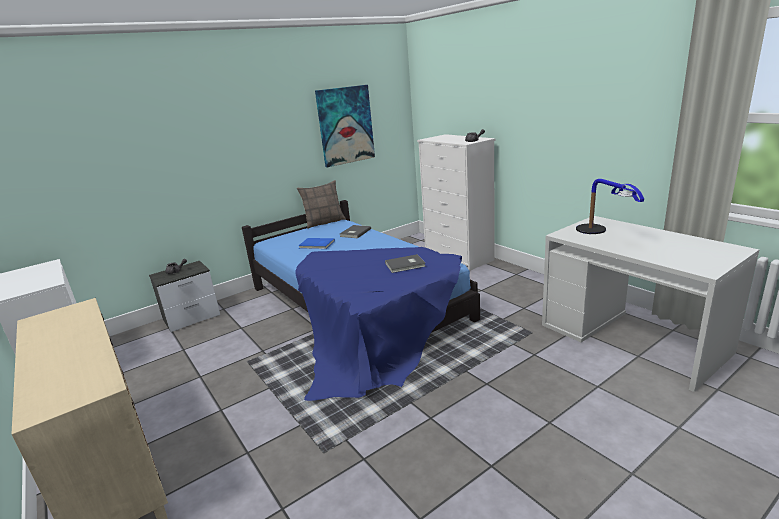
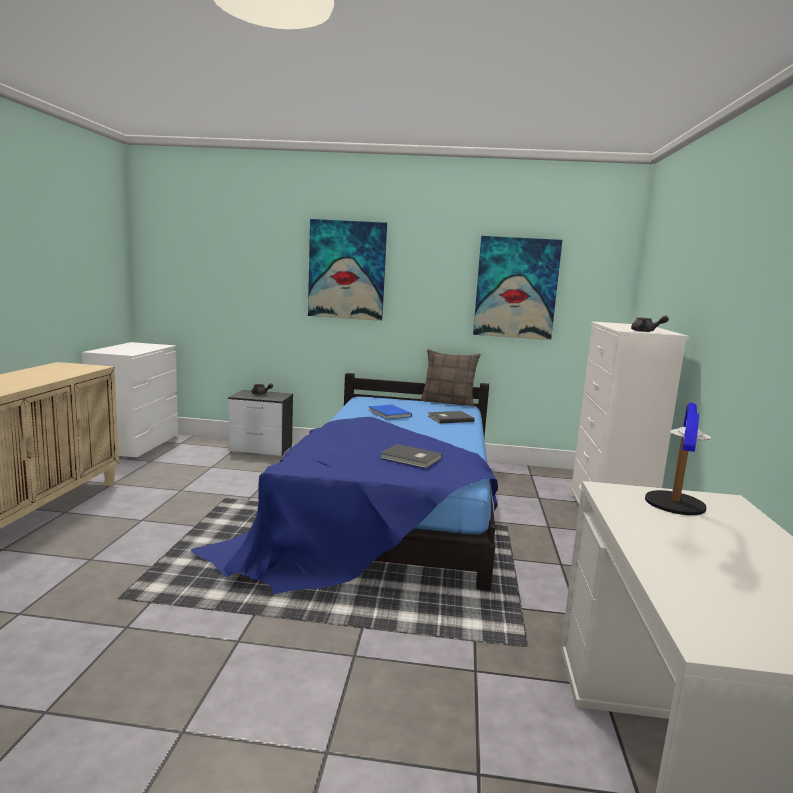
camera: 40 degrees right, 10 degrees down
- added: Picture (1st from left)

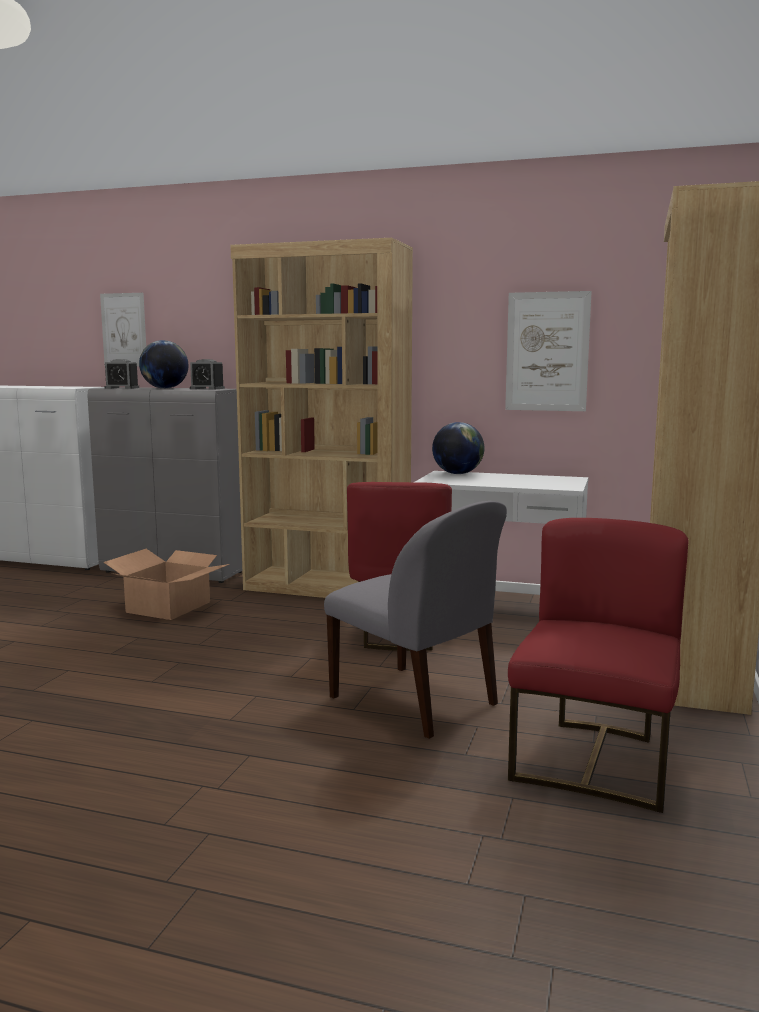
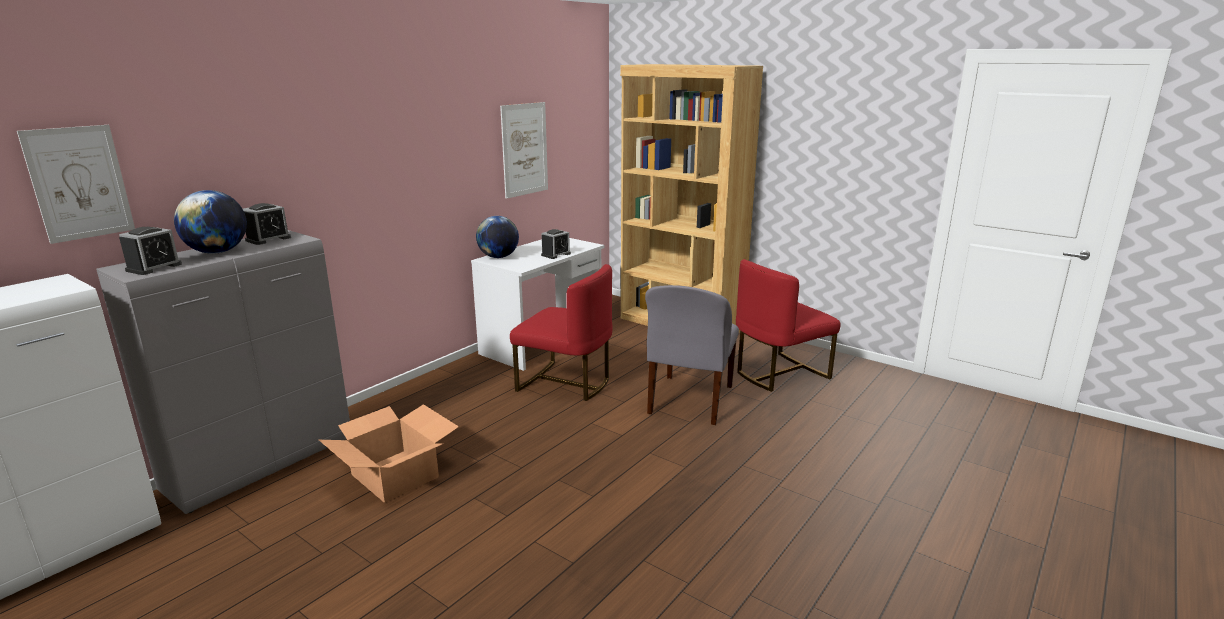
camera: 70 degrees left, 10 degrees up
- added: AlarmClock (3rd from left)
- turned: GrayPlainChair 135 degrees clockwise
- turned: RedColouredPlainChair (2nd from left) 75 degrees counterclockwise
- removed: BrownishBookcase (1st from left)

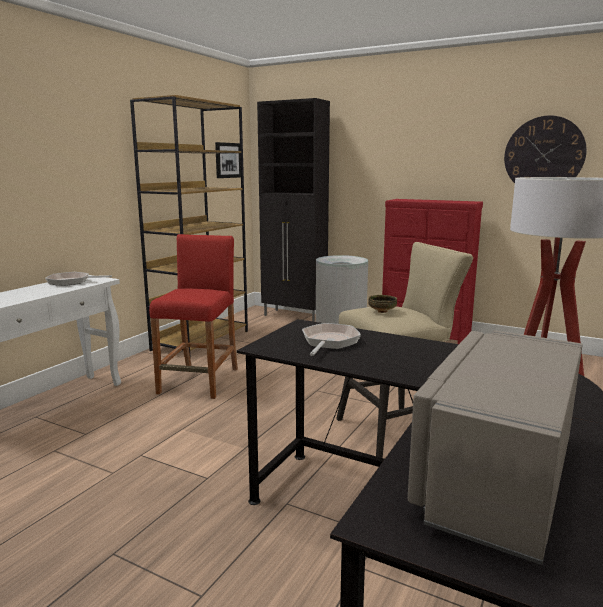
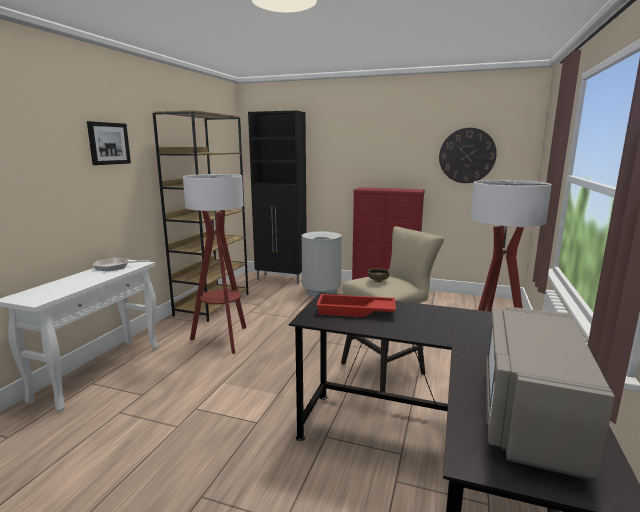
camera: 10 degrees left, 0 degrees up
- moved: Picture
- replaced: RedColouredStoolSeat to StandardLamp (1st from left)
- replaced: Pan (2nd from left) to RedColouredTray

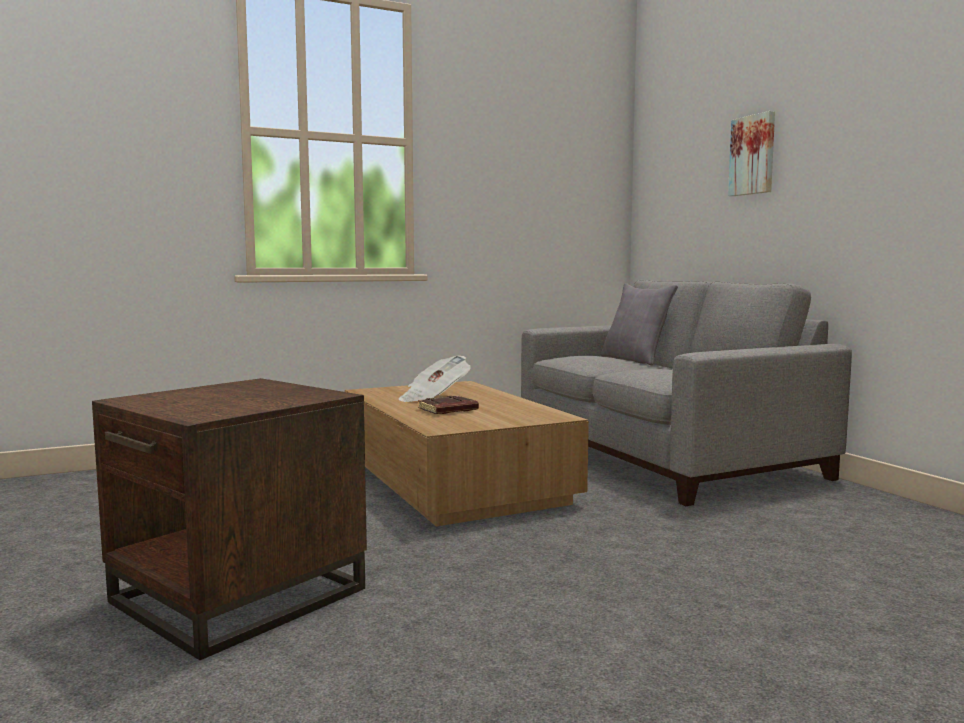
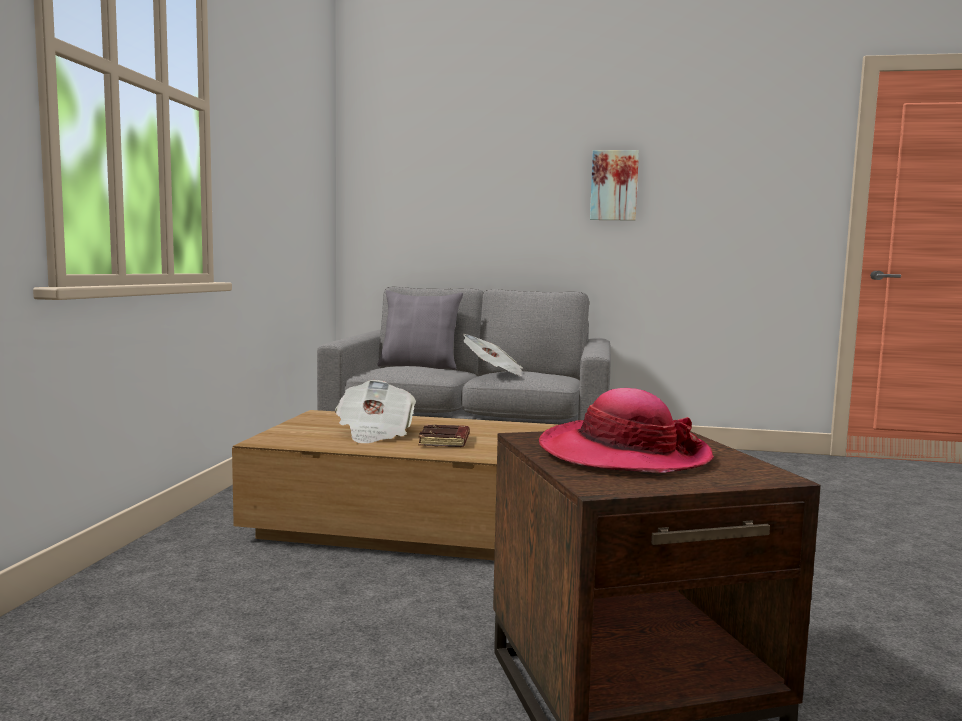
camera: 55 degrees left, 0 degrees up
- added: DailyPaper (2nd from left)
- added: WearableHat
- moved: Picture

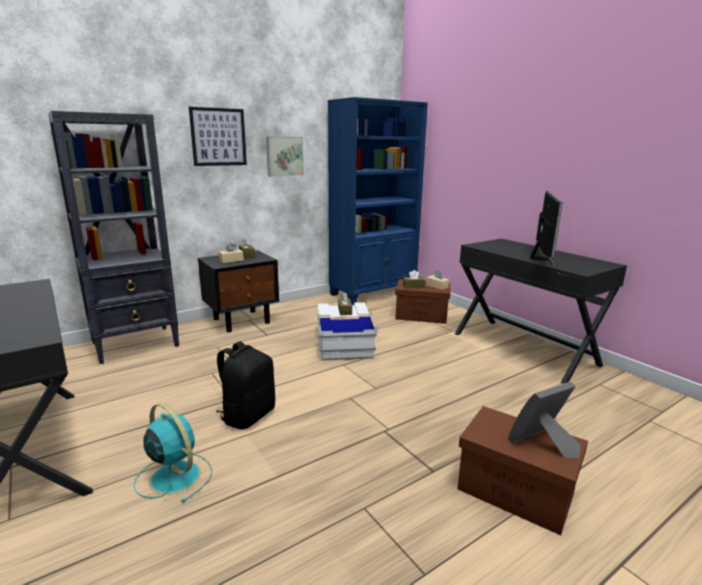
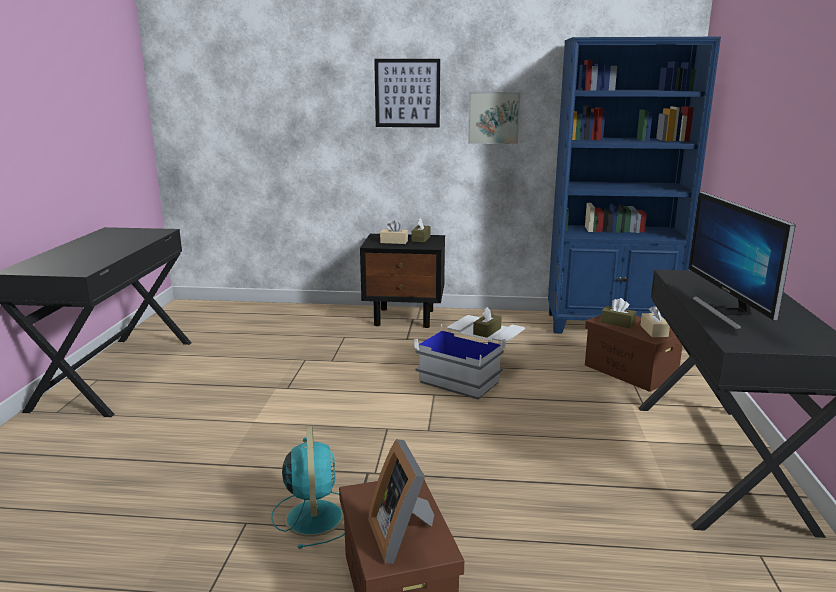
camera: 40 degrees right, 0 degrees up
- moved: TurquoiseColouredCoolingFan
- turned: StandingFrame 120 degrees counterclockwise
- turned: Monitor 120 degrees clockwise
- removed: BlackColouredBookcase
- removed: BlackColouredKnapsack

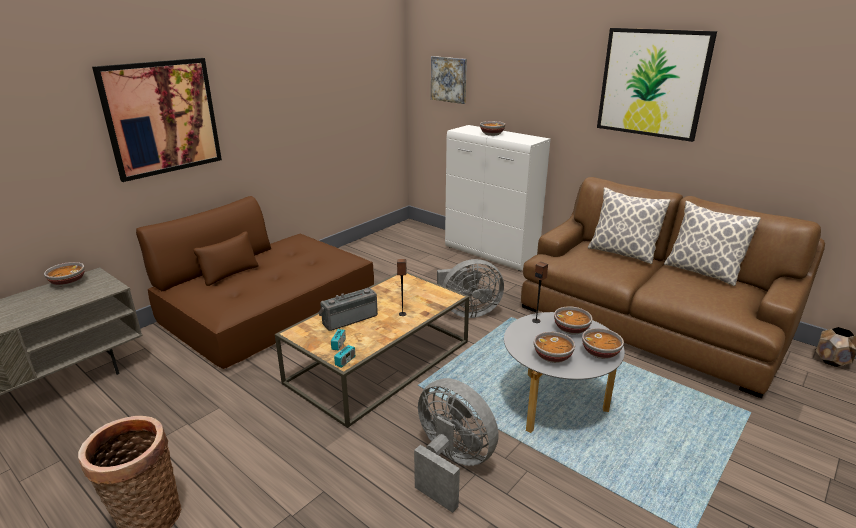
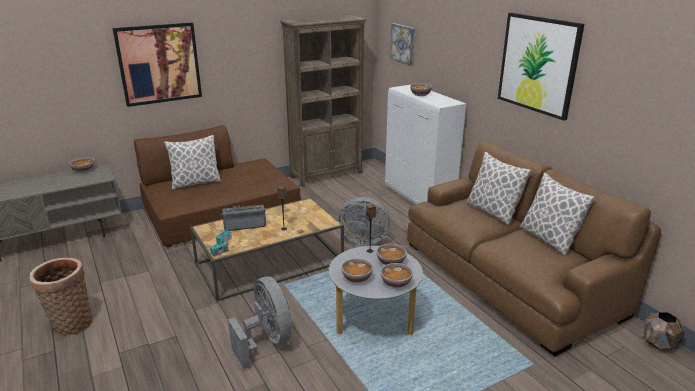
camera: 20 degrees right, 0 degrees up
- added: Pillow (1st from left)
- added: BrownishBookcase

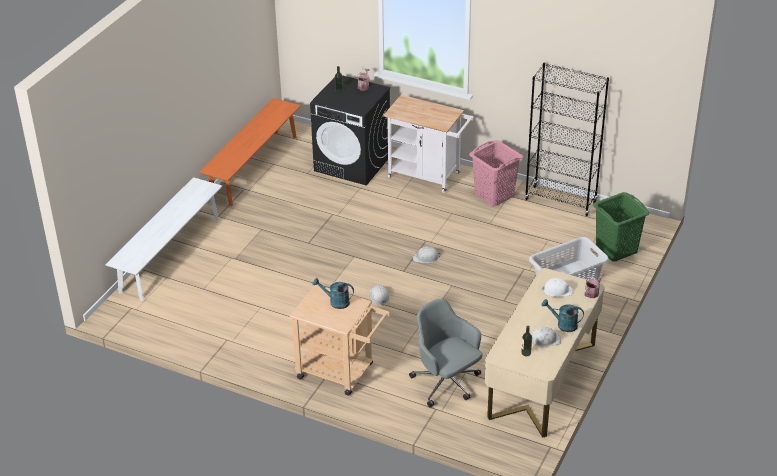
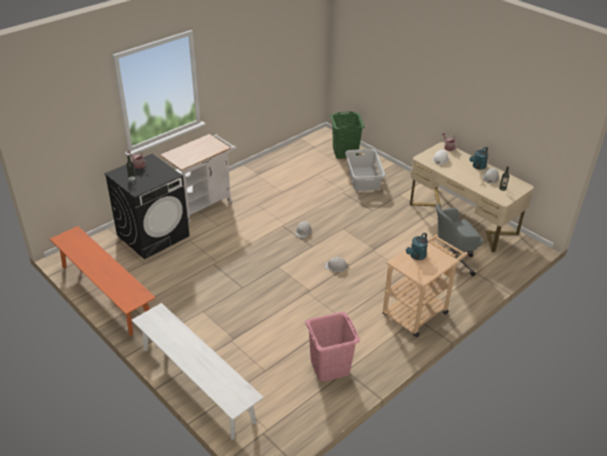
camera: 70 degrees left, 0 degrees up
- moved: PinkishWashingBasket
- removed: BlackColouredBookcase

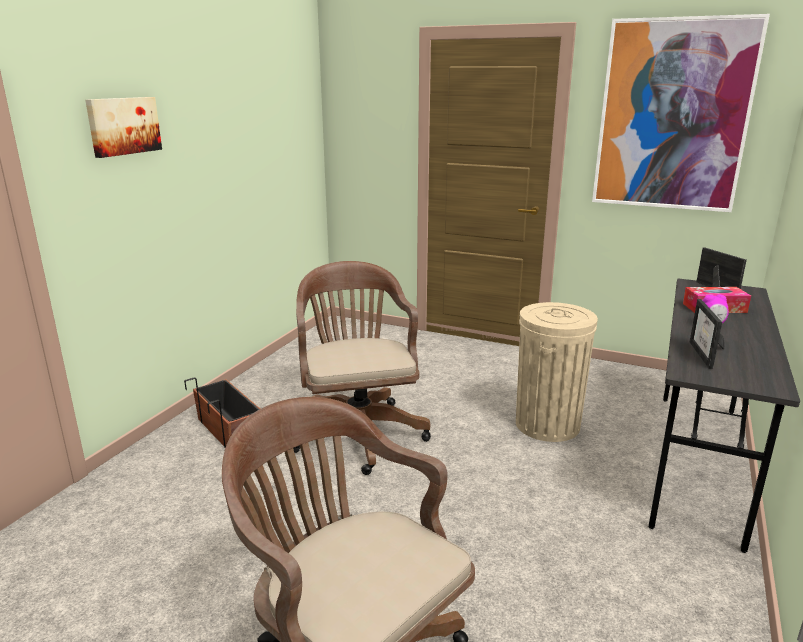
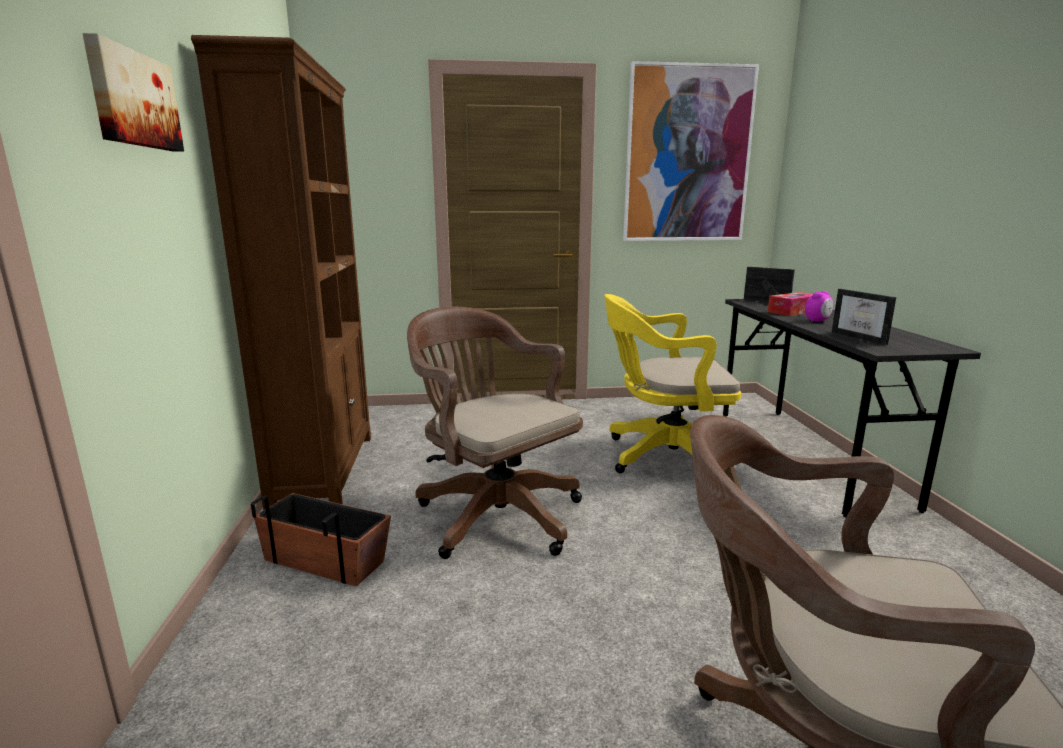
camera: 30 degrees left, 5 degrees down
- added: BrownishBookcase
- replaced: BeigeRubbishBin to YellowishComputerChair

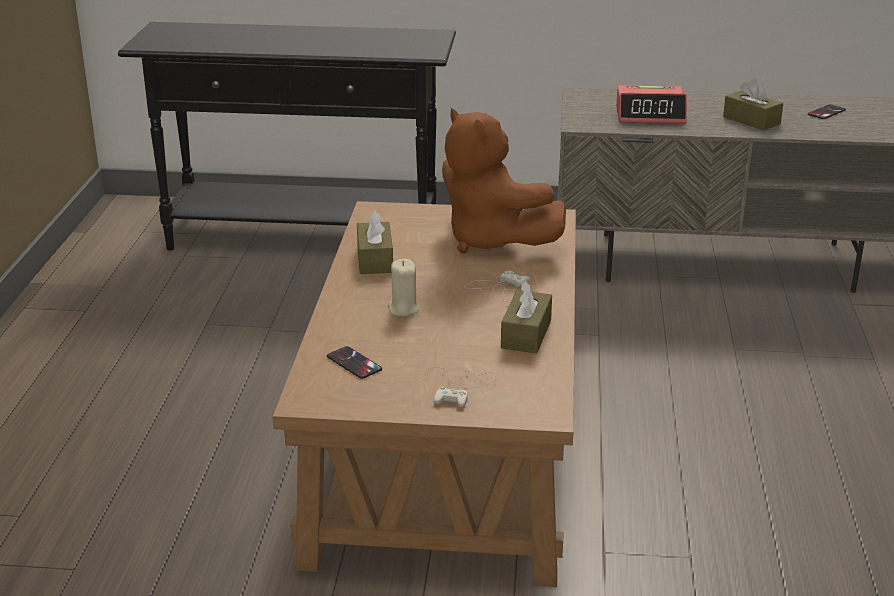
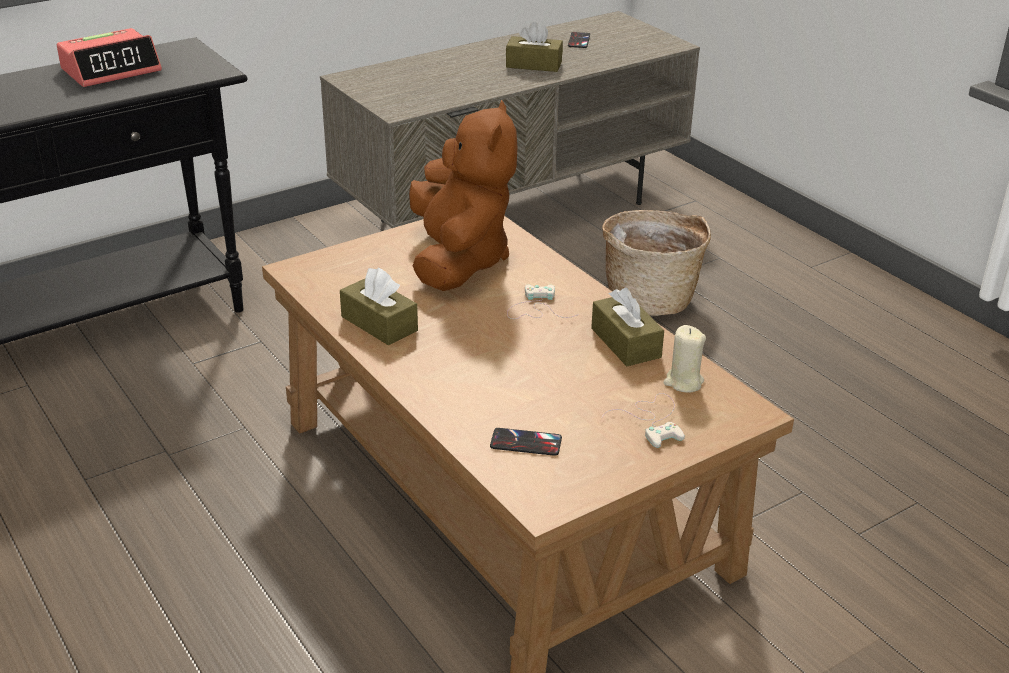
camera: 40 degrees left, 5 degrees up
- moved: AlarmClock
- turned: BrownishSoftToy 105 degrees counterclockwise
- added: StorageBasket
- moved: BeigeWaxCandle

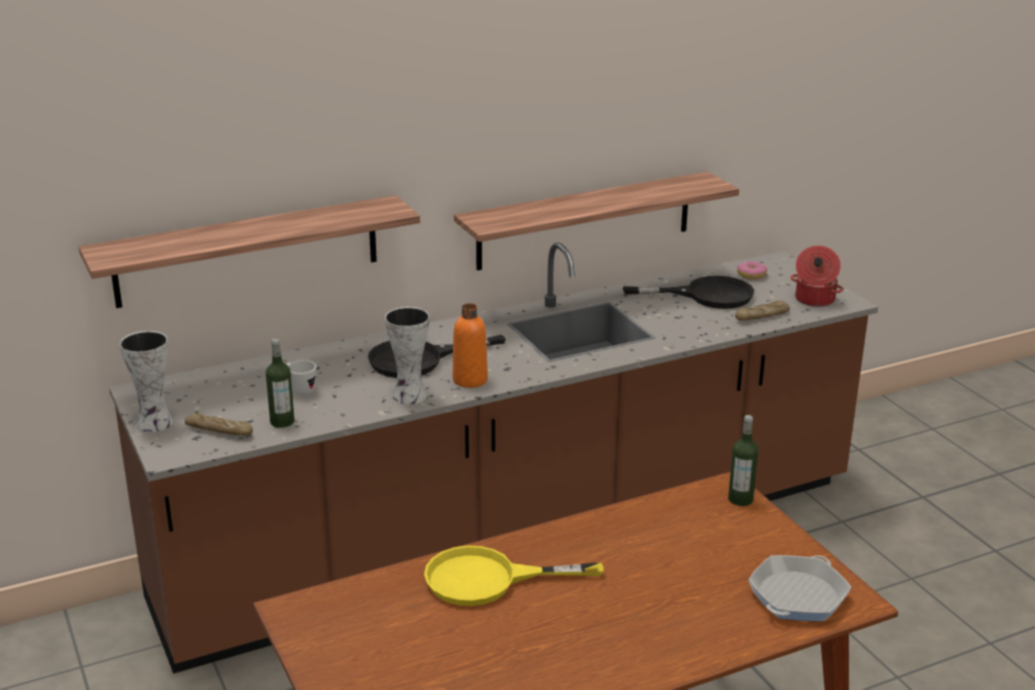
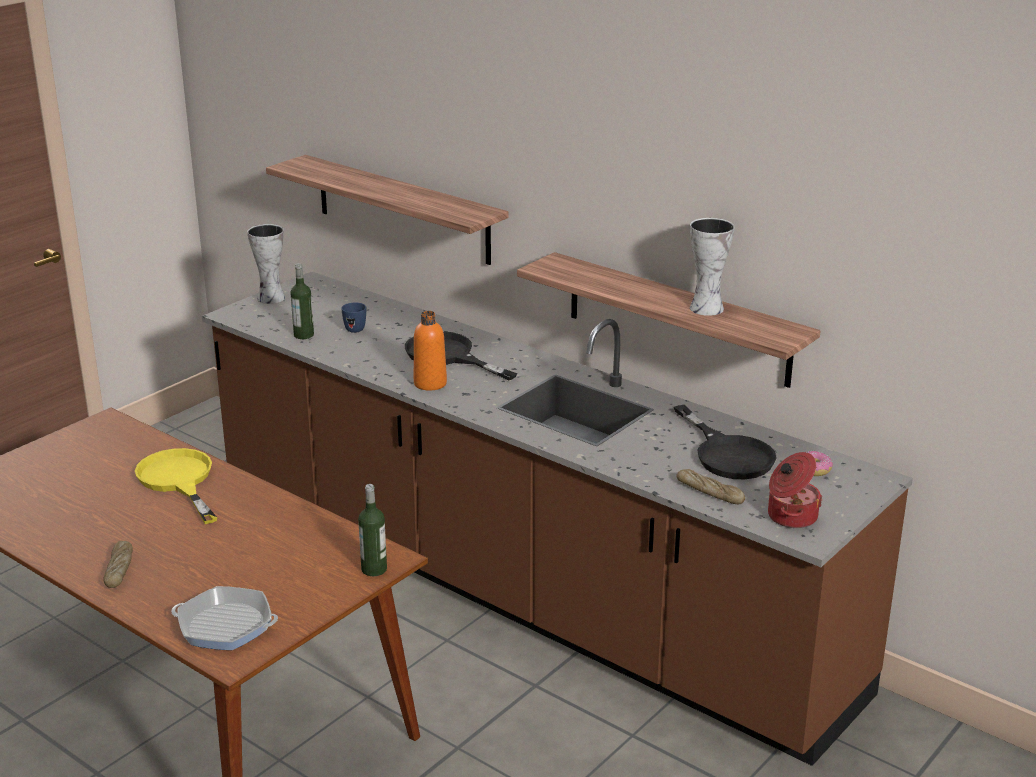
camera: 65 degrees right, 0 degrees up
- moved: BakedBread (1st from left)
- recoloured: WhiteTeaMug to BluishTeaMug
- moved: DecorativeVase (2nd from left)

